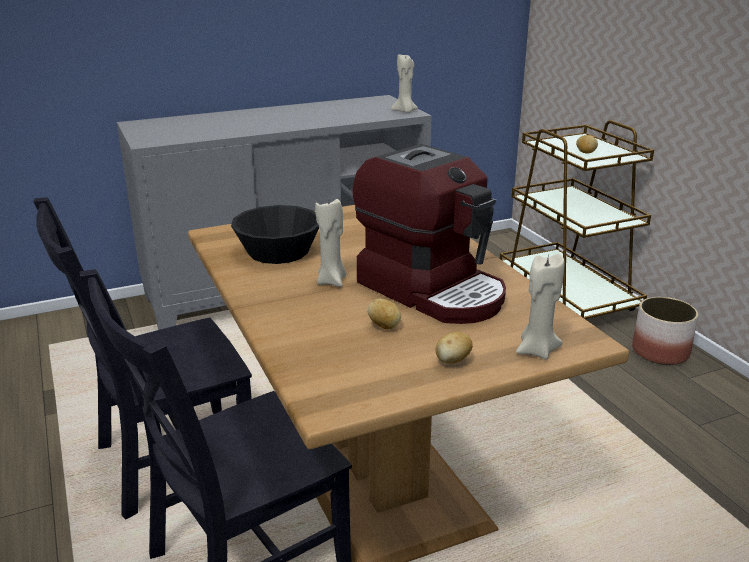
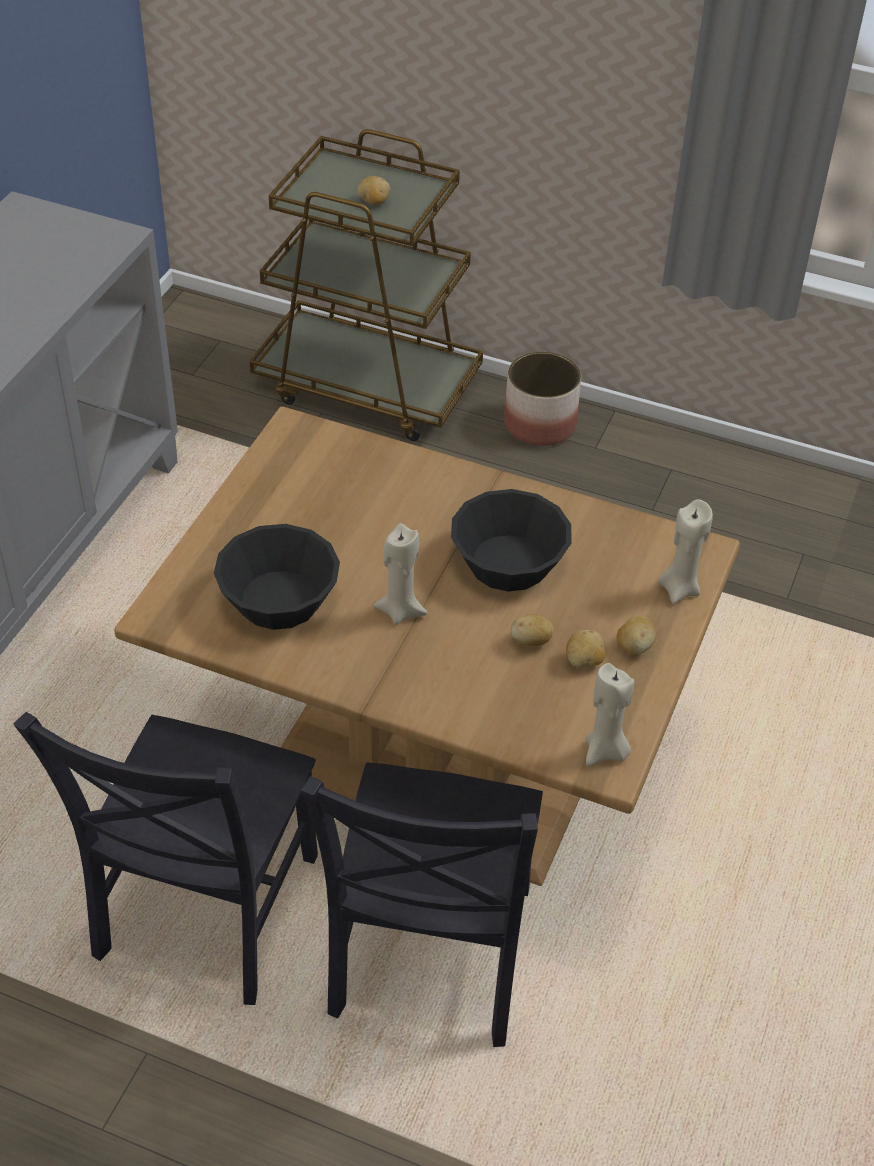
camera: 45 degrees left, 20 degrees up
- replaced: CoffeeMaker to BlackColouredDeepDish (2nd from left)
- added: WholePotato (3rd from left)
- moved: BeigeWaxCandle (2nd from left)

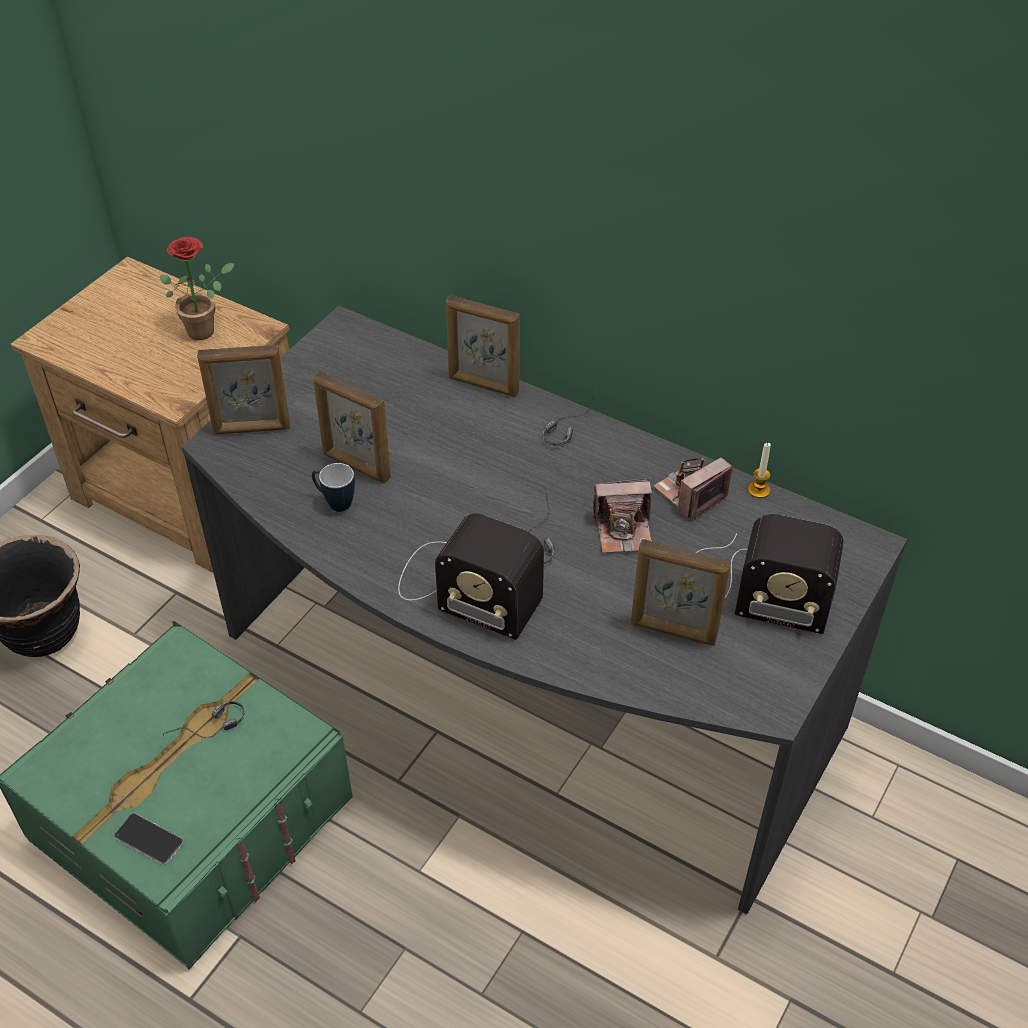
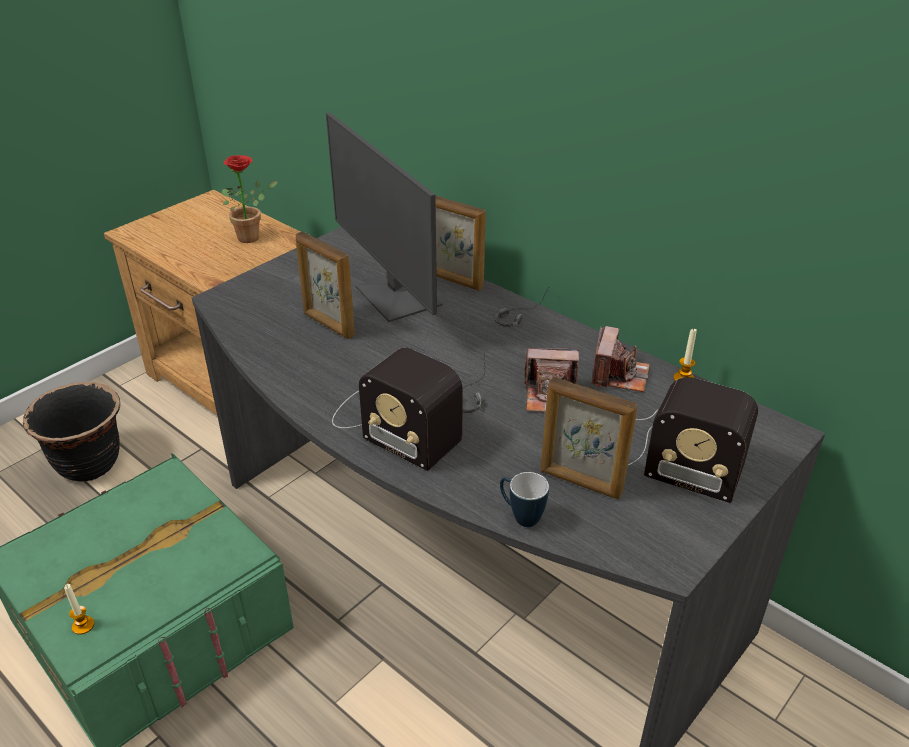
camera: 10 degrees right, 10 degrees down
- replaced: Phone to WaxCandle (1st from left)
- added: Monitor
- moved: TeaMug
- turned: StillCamera (2nd from left) 135 degrees clockwise
- removed: Headphones (1st from left)
- removed: StandingFrame (1st from left)

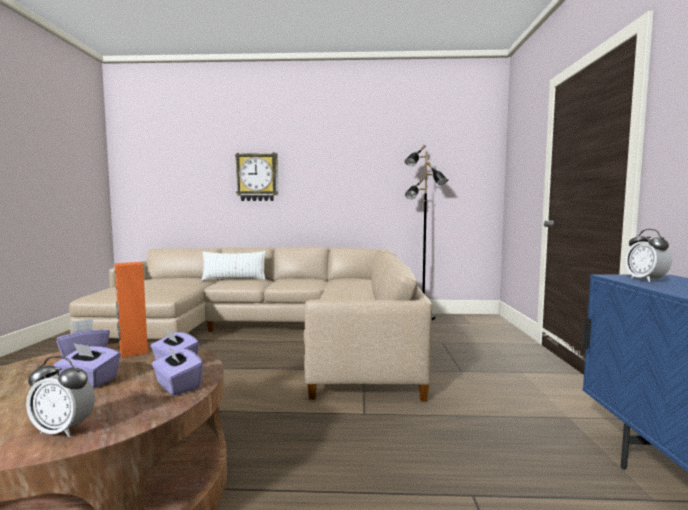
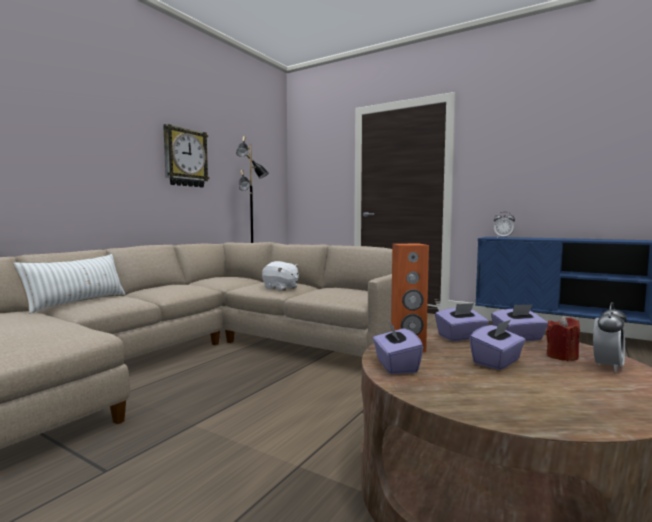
camera: 60 degrees left, 0 degrees up
- moved: ClockOnTheWall
- added: WhiteSoftToy
- added: RedColouredWaxCandle

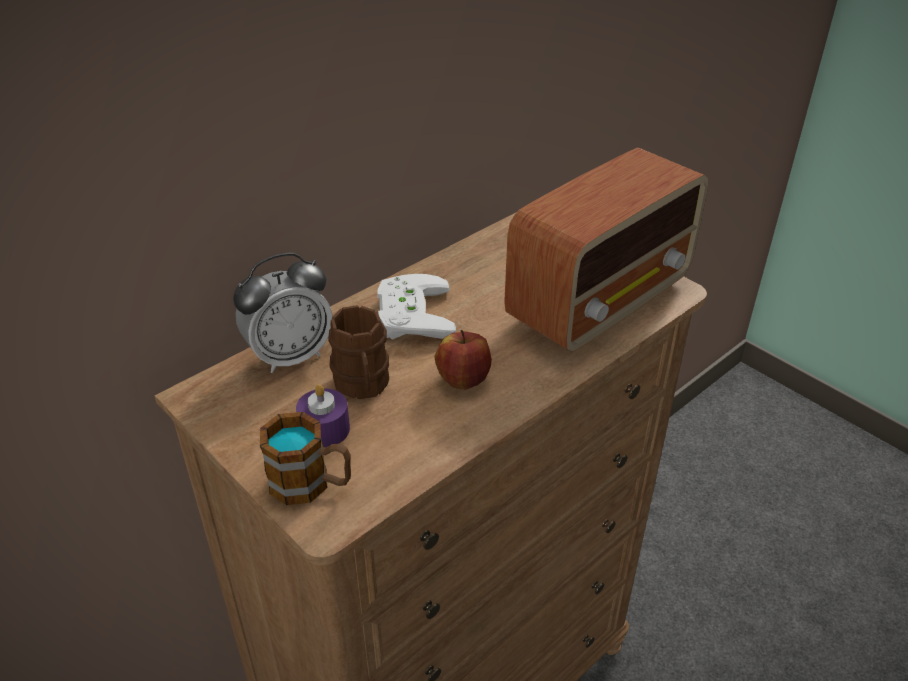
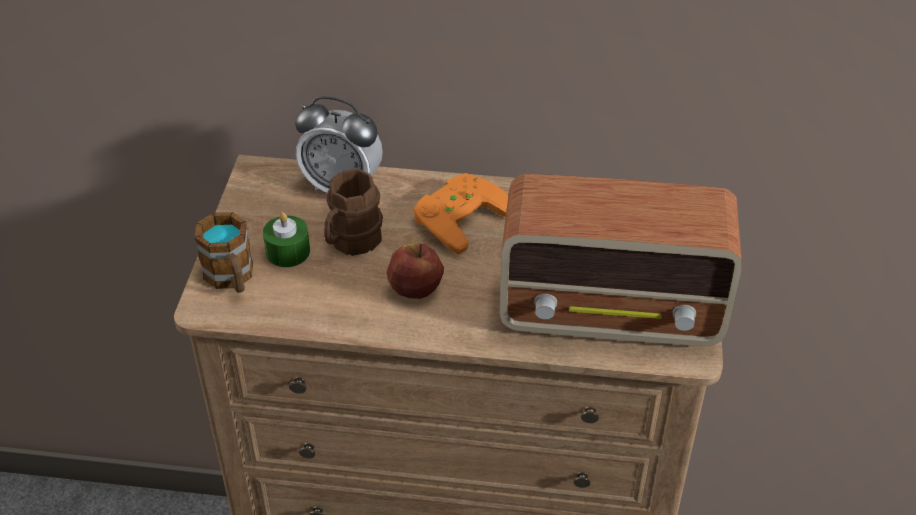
camera: 50 degrees right, 5 degrees up
- recoloured: PurpleColouredWaxCandle to GreenWaxCandle
- recoloured: WhiteJoypad to OrangeJoypad

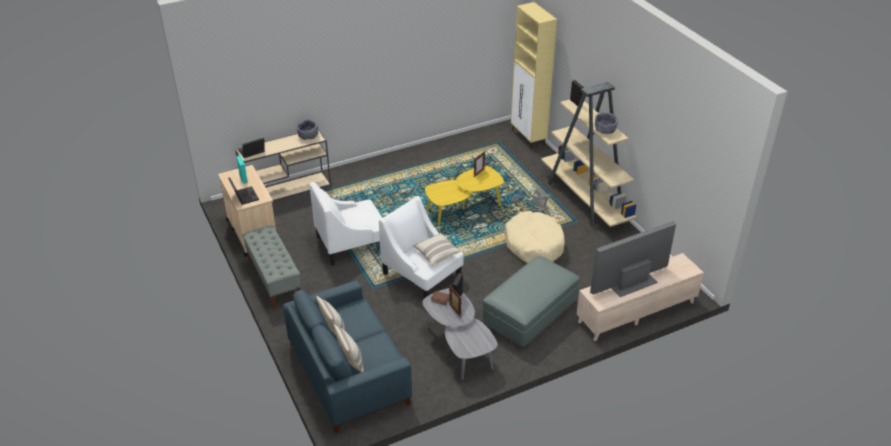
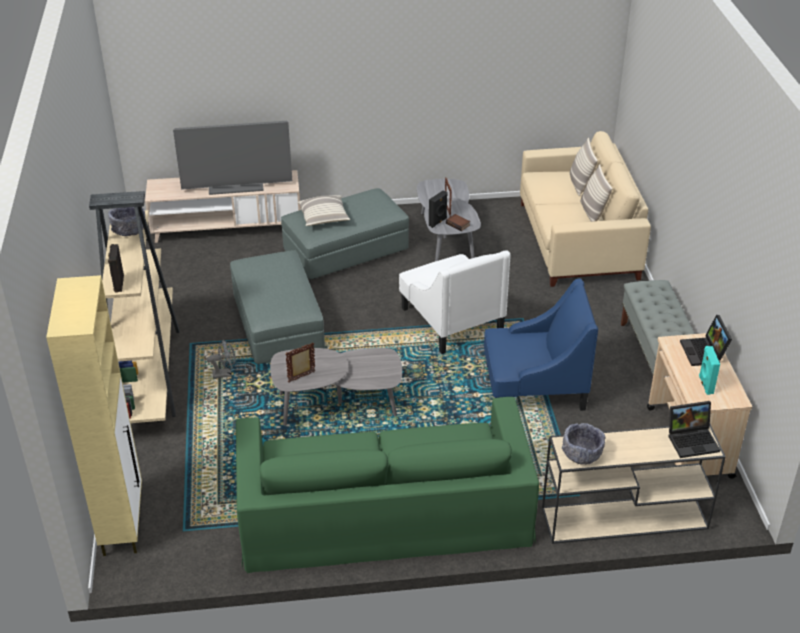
camera: 160 degrees left, 0 degrees up
- replaced: BeigeDogCushion to GrayPouffe (1st from left)
- added: GreenSettee
- recoloured: YellowishCoffeeTable to GrayCoffeeTable (1st from left)
- moved: Pillow (3rd from left in the first image) to Pillow (1st from left)
- recoloured: WhiteEasyChair (1st from left) to BluishEasyChair
- recoloured: BluishSettee to BeigeSettee

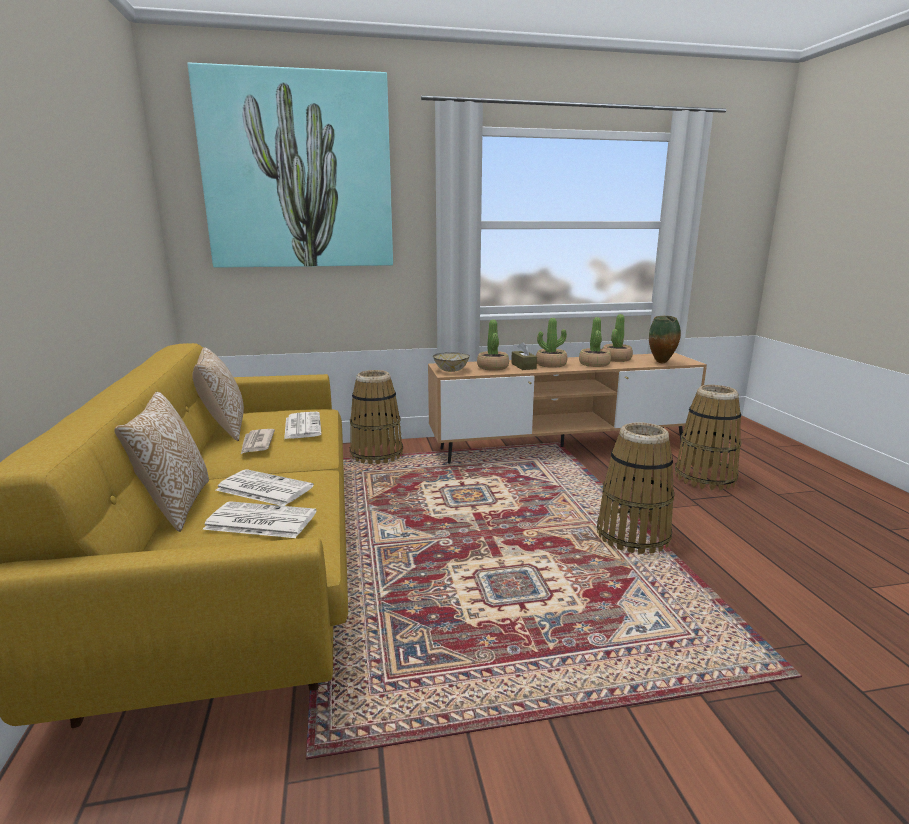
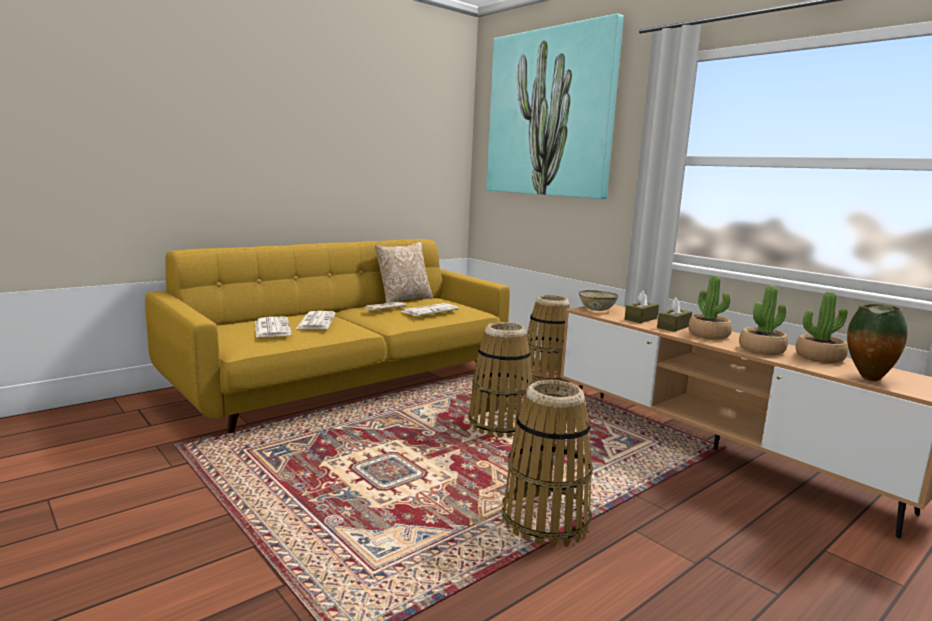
camera: 60 degrees right, 5 degrees down
- moved: StorageBasket (3rd from left in the first image) to StorageBasket (1st from left)
- replaced: PlantInAPot (1st from left) to BrownishBoxOfTissues (1st from left)
- removed: Pillow (1st from left)

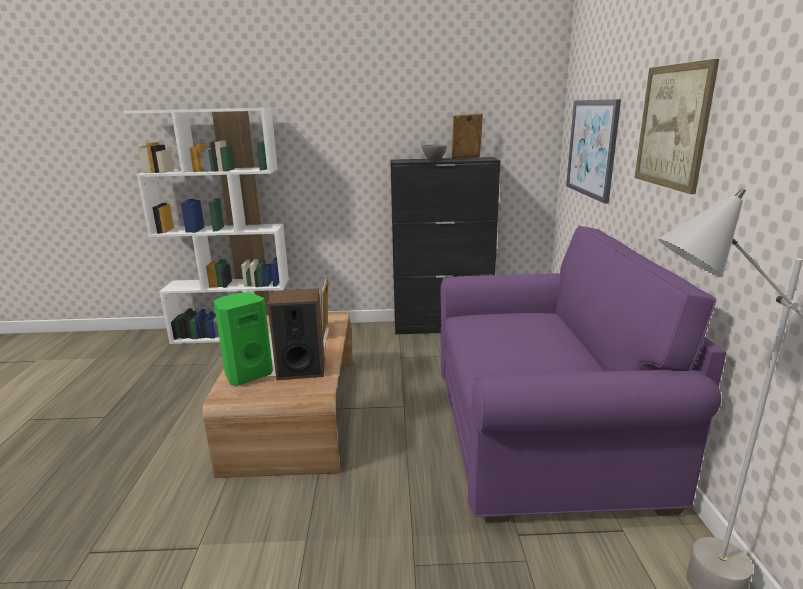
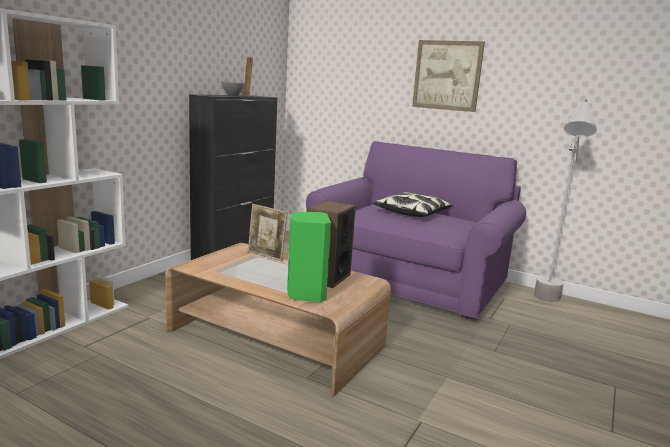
camera: 60 degrees left, 5 degrees down
- added: Pillow
- removed: Picture (1st from left)

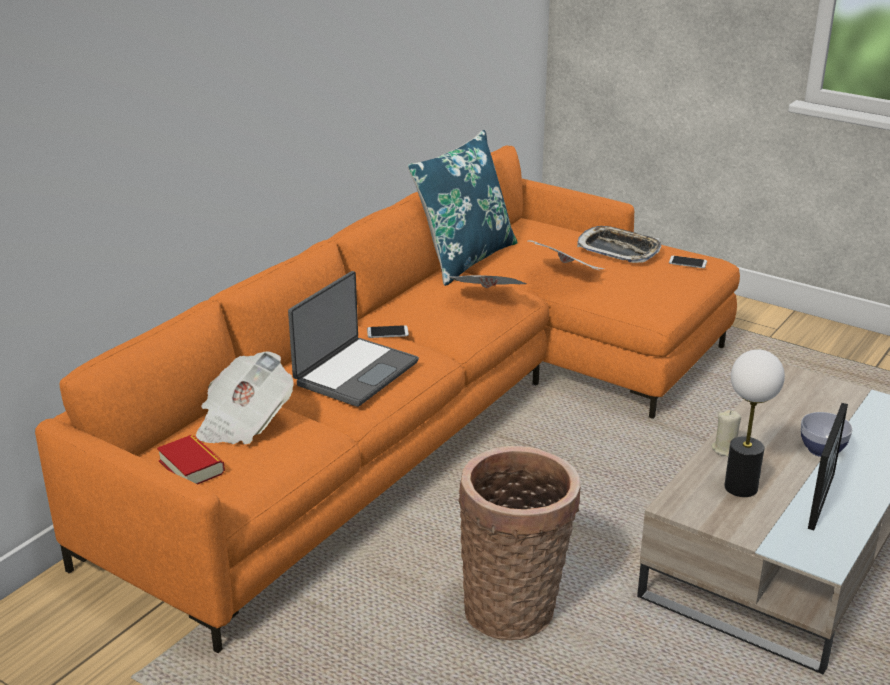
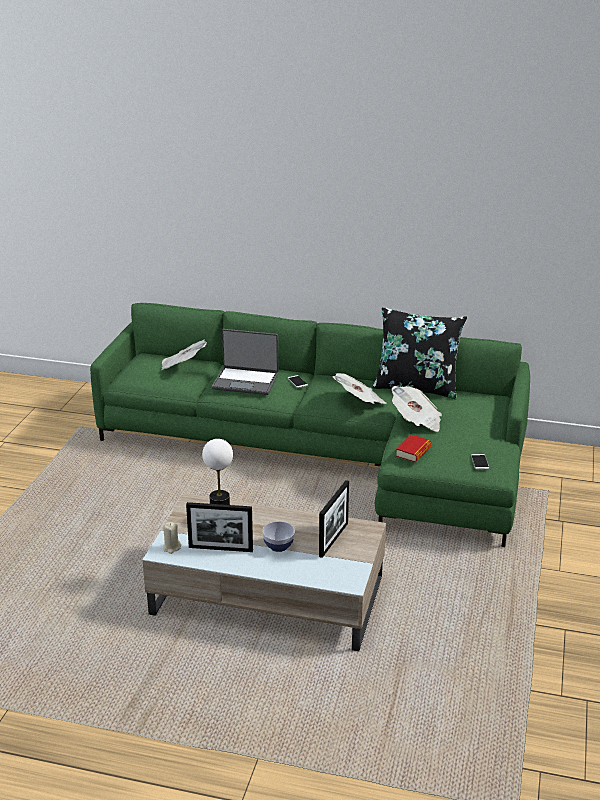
camera: 70 degrees right, 0 degrees up
- recoloured: OrangeSettee to GreenSettee
- moved: BeigeWaxCandle
- added: StandingFrame (2nd from left)
- recoloured: BluishPillow to BlackColouredPillow
- moved: Volume
- removed: StorageBasket
- removed: Tray

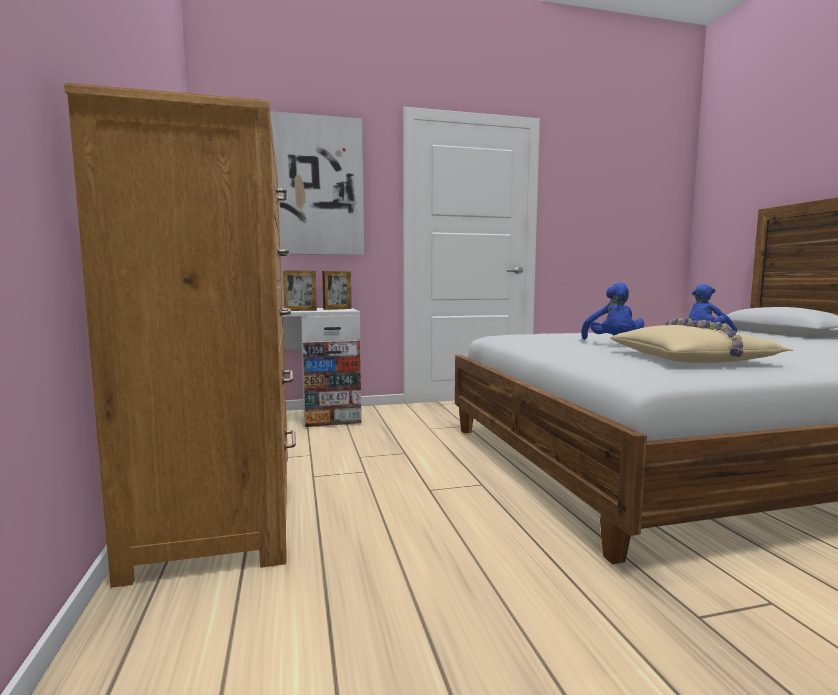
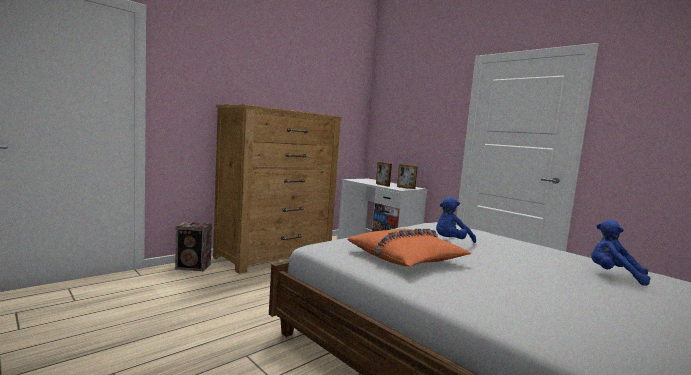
camera: 60 degrees right, 0 degrees up
- added: AudioSpeaker
- recoloured: BeigePillow to OrangePillow
- removed: Picture

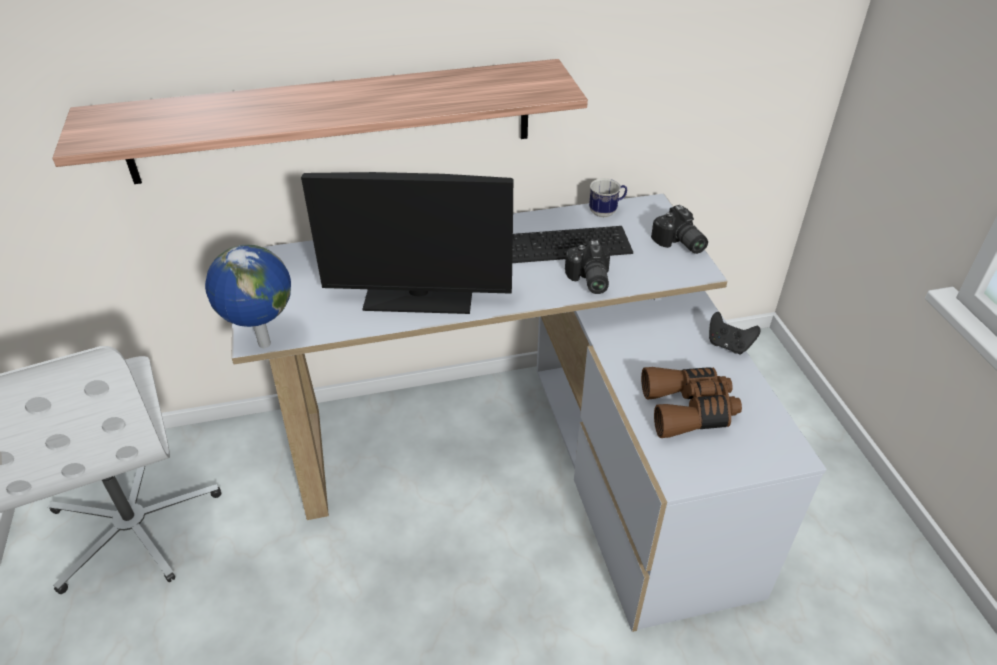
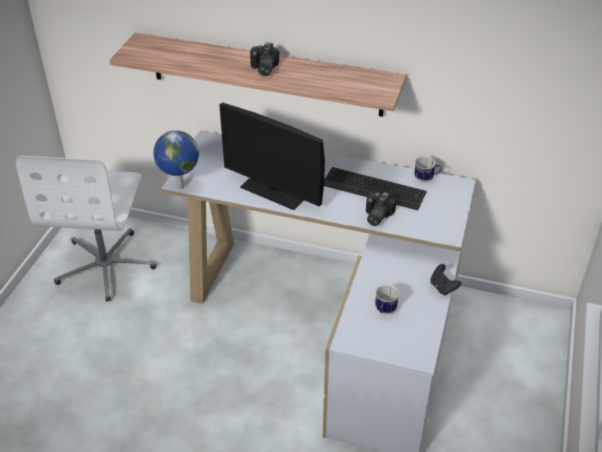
camera: 30 degrees right, 0 degrees up
- moved: StillCamera (2nd from left in the first image) to StillCamera (1st from left)
- replaced: BrownishPairOfBinoculars to TeaMug (1st from left)

